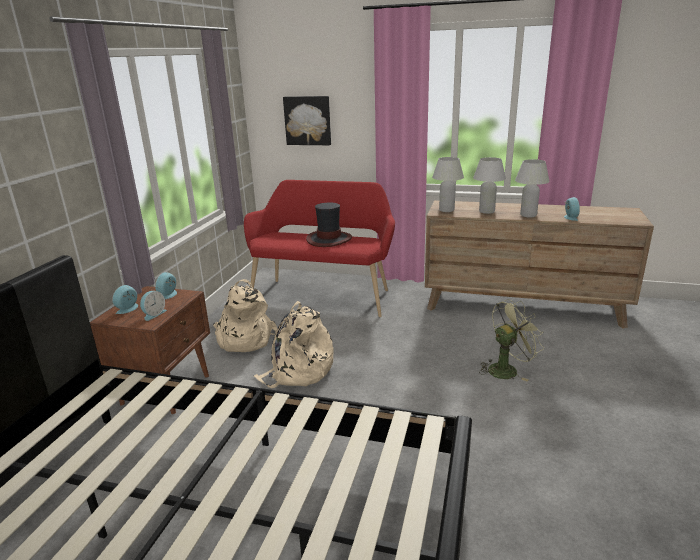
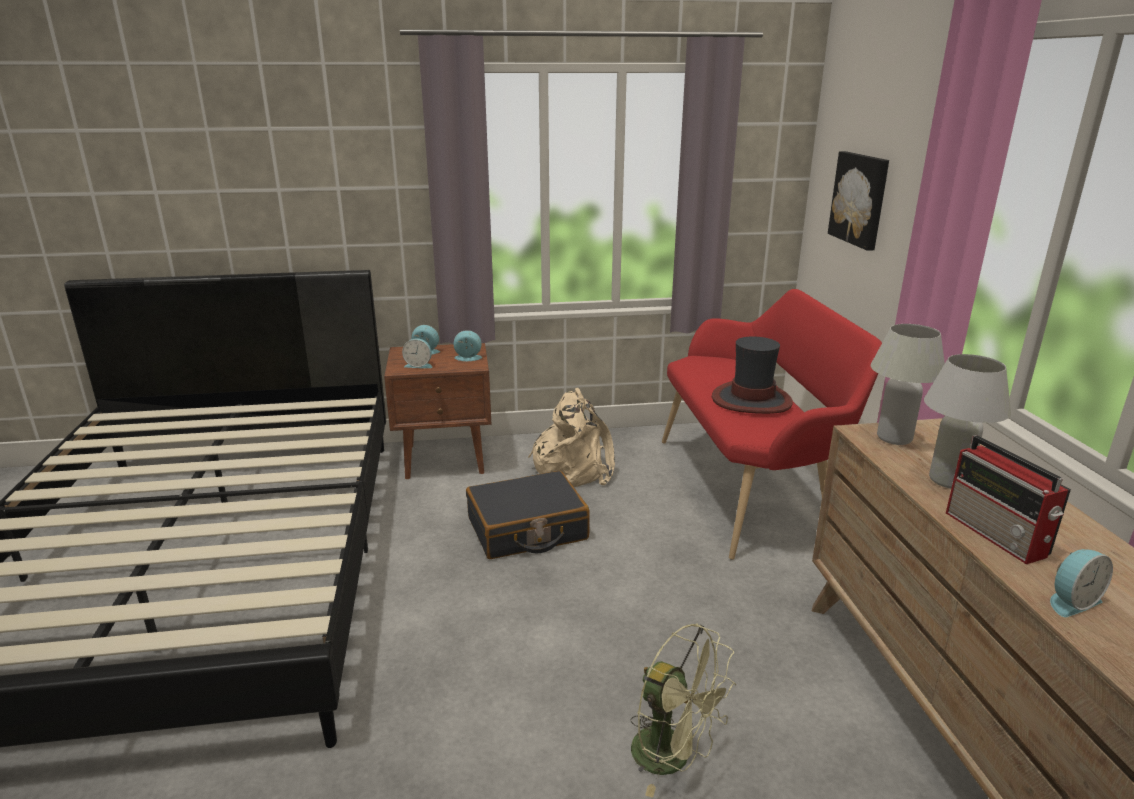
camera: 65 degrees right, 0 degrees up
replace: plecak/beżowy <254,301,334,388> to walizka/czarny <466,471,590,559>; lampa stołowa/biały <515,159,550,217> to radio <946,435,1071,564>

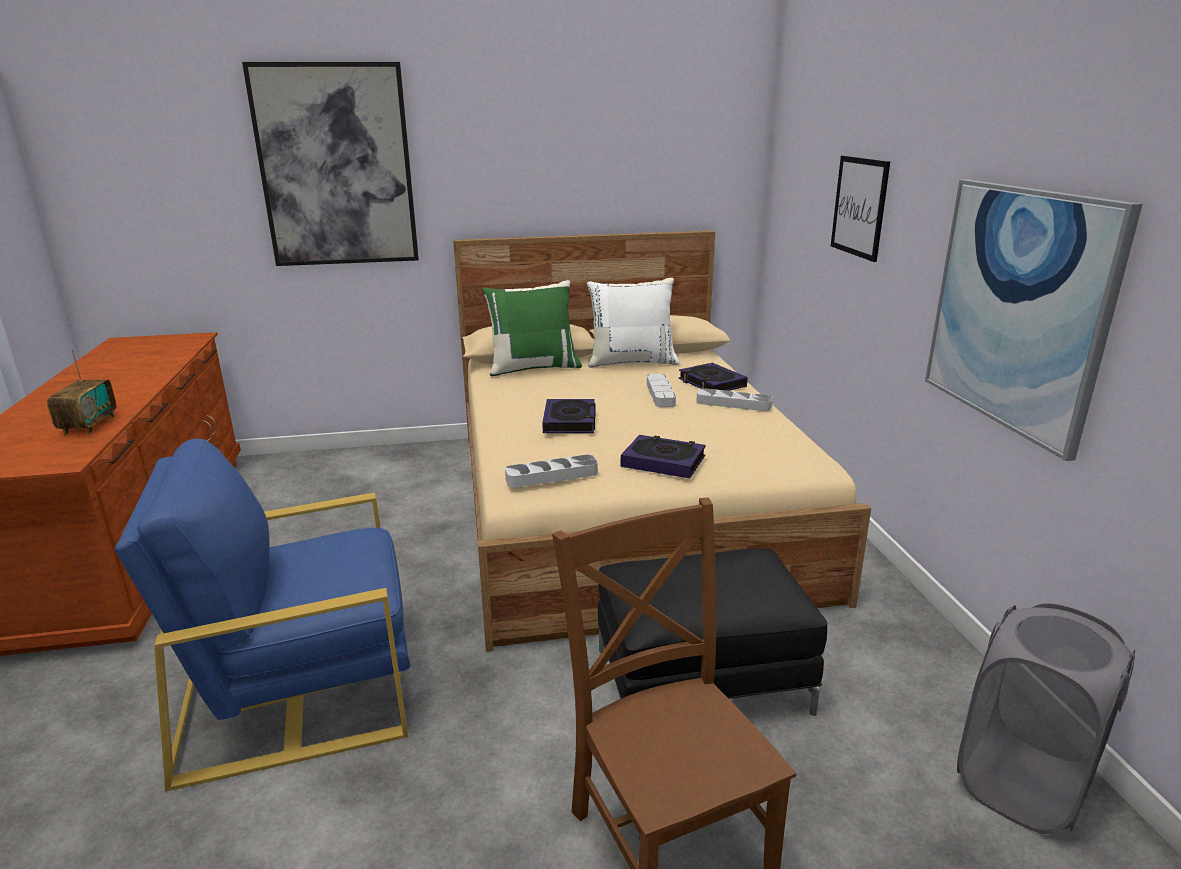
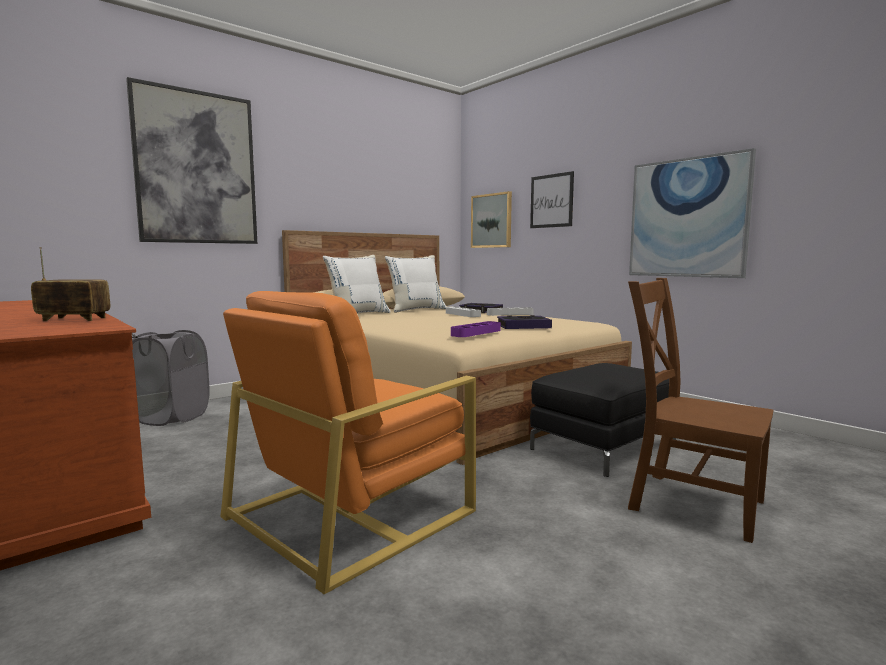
camera: 30 degrees left, 15 degrees down
delete: książka <542,399,595,433>
insert: obraz <471,191,512,248>
move: kosz na pranie/szary <957,603,1135,834> to <132,330,210,426>
recolor: fotel/niebieski <114,438,411,792> to fotel/pomarańczowy <220,291,476,594>; poduszka/zielony <482,280,582,377> to poduszka/biały <323,255,391,314>; taca/szary <505,455,598,488> to taca/fioletowy <451,321,501,337>
rotate: radio <47,350,117,435> = <31,247,110,321> 60 degrees counterclockwise

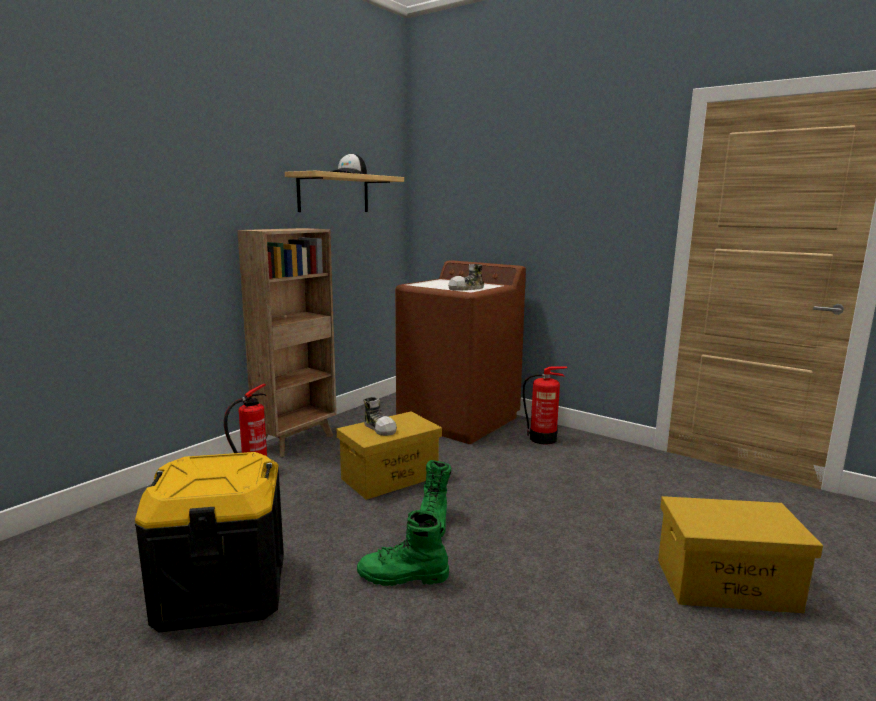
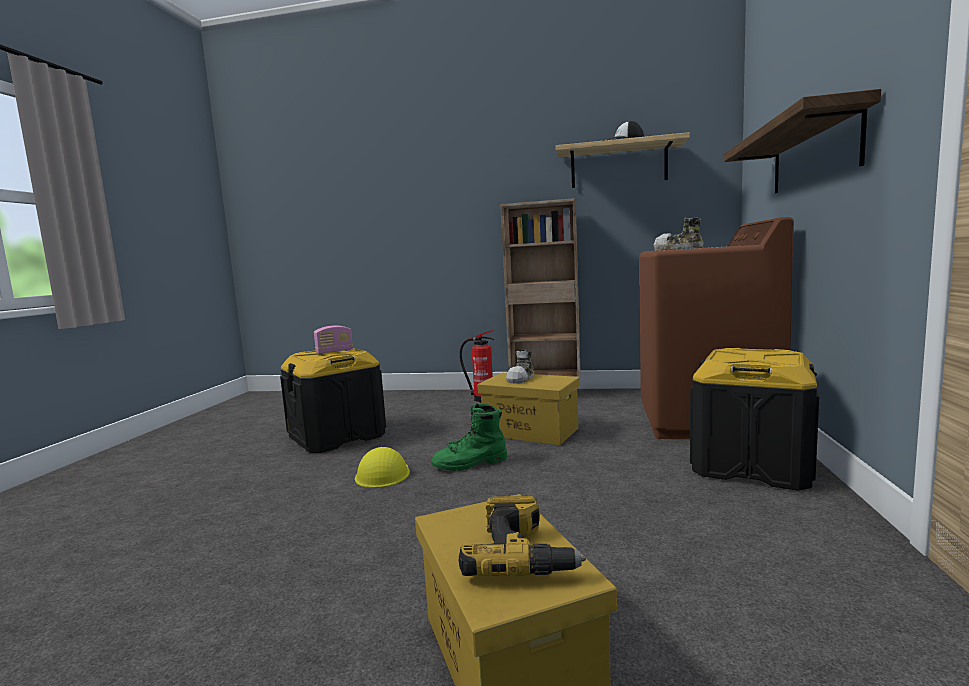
camera: 65 degrees right, 5 degrees down
insert: radio <314,326,353,354>; wiertarka <459,496,586,576>; półka <724,89,881,193>
replace: but z cholewką/zielony <357,510,449,586> to kask/żółty <355,447,410,488>; gaśnica <523,366,567,444> to pojemnik do przechowywania/czarny <690,348,819,491>

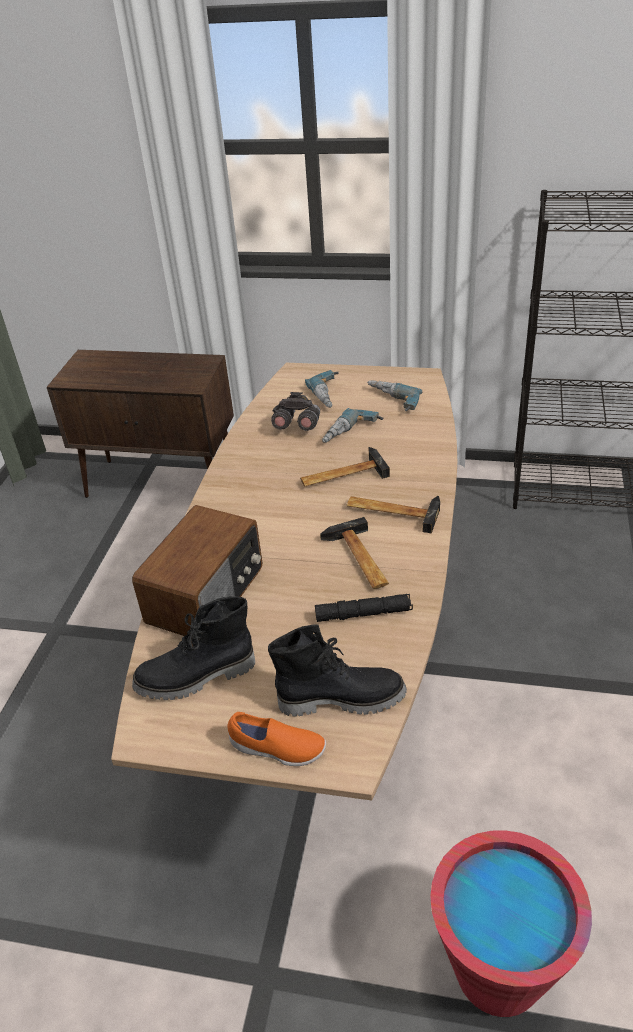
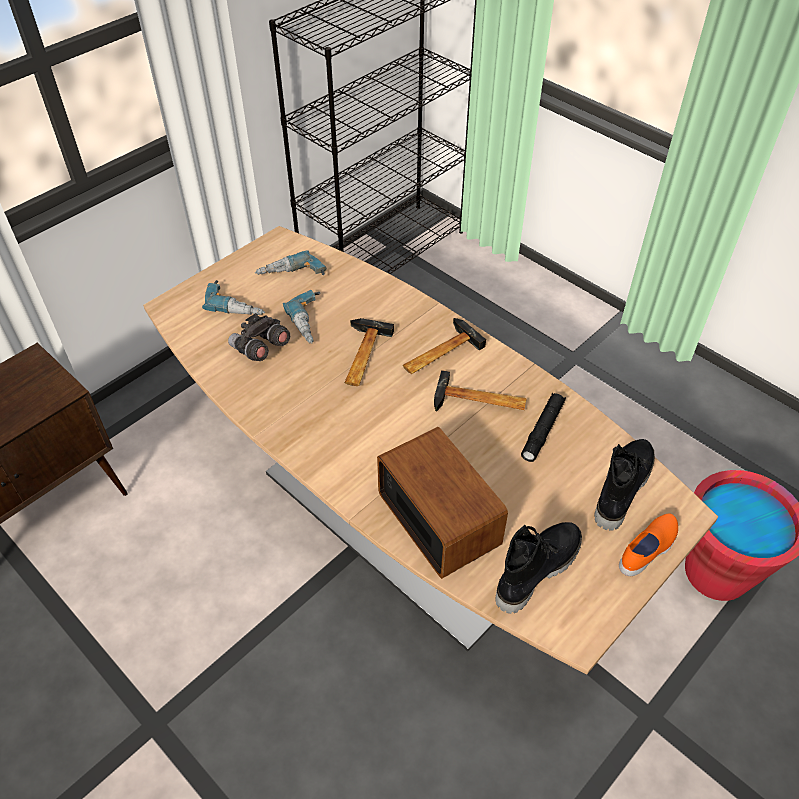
camera: 60 degrees left, 10 degrees up
rotate: but z cholewką/czarny <132,597,255,700> = <496,522,582,614> 150 degrees counterclockwise

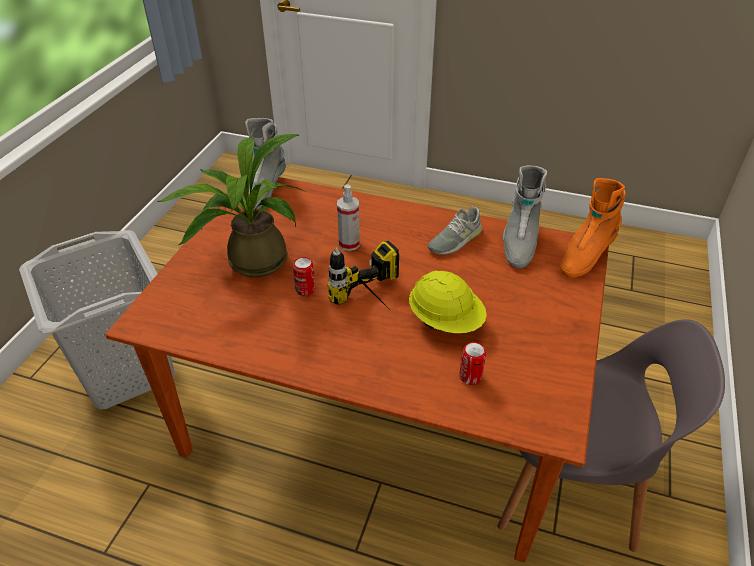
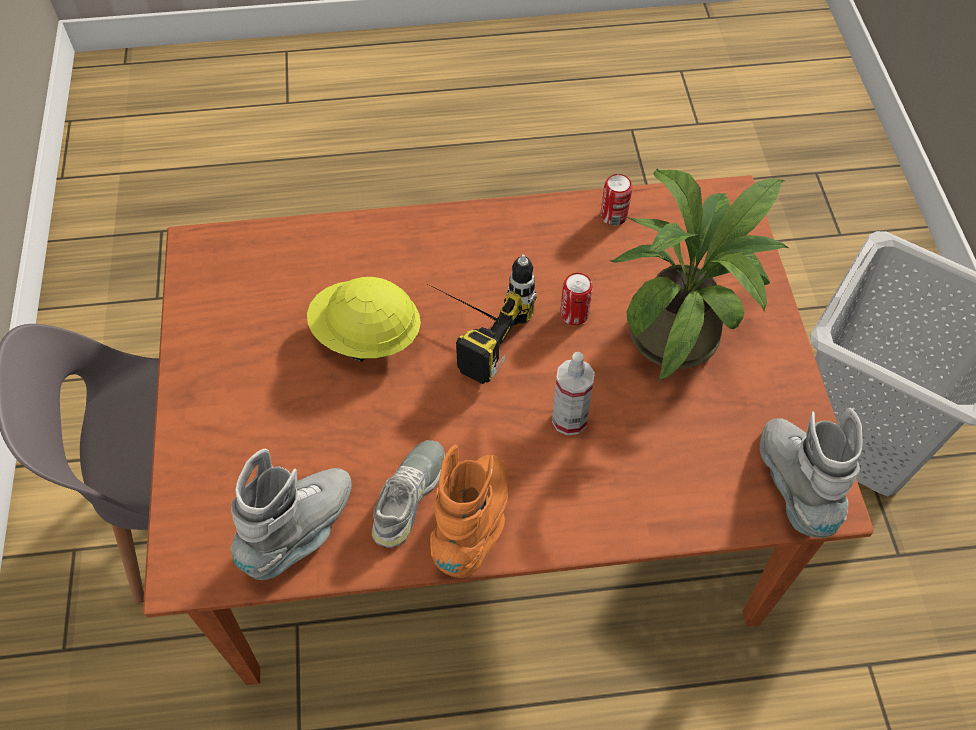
camera: 155 degrees right, 15 degrees up
move: puszka <459,342,486,385> to <601,174,632,226>; but z cholewką/pomarańczowy <560,178,626,278> to <430,445,508,578>
rotate: but z cholewką/szary <503,165,547,268> = <230,448,352,580> 45 degrees clockwise

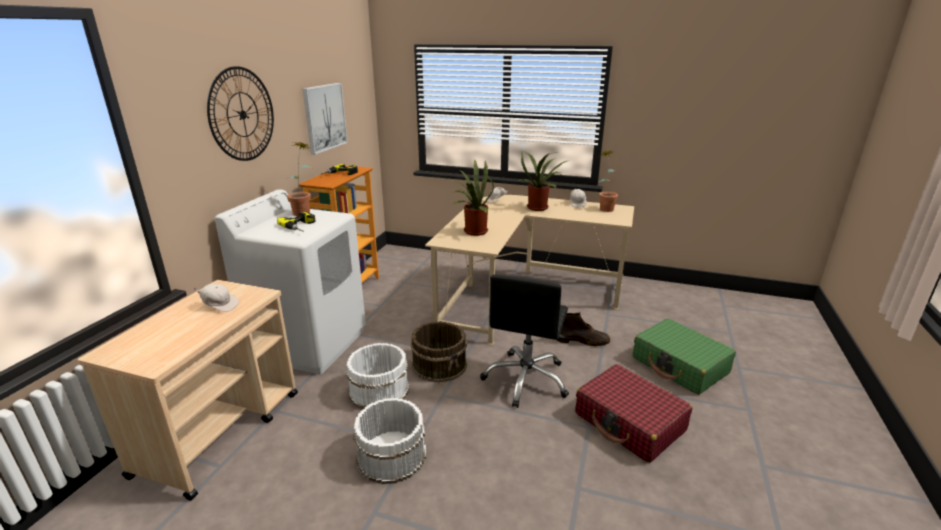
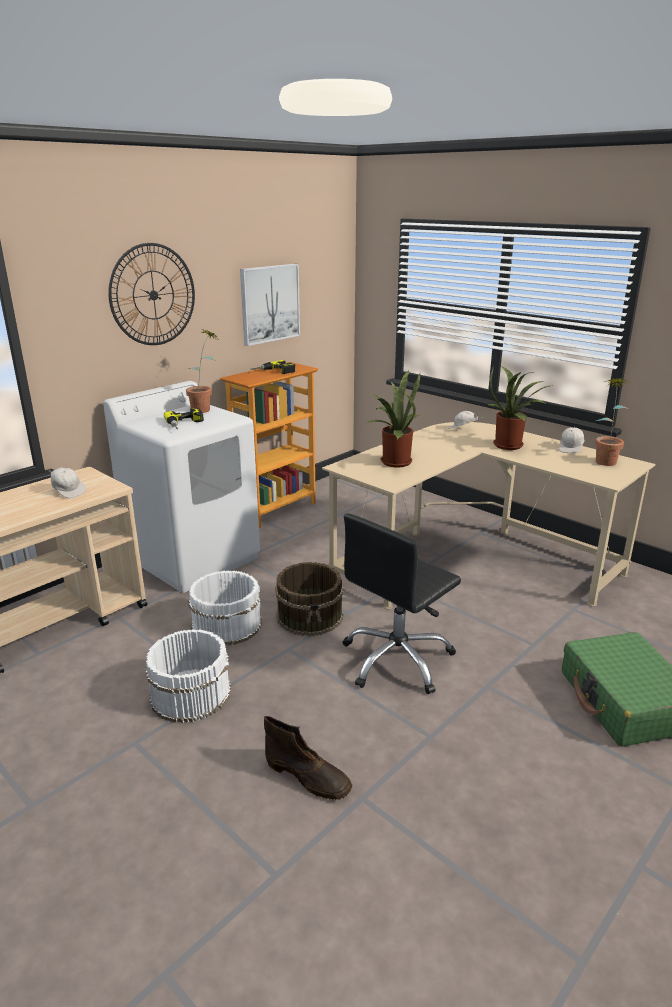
camera: 25 degrees right, 0 degrees up
delete: walizka/czerwony <575,364,692,463>
move: but z cholewką/brązowy <557,312,610,346> to <264,716,352,800>

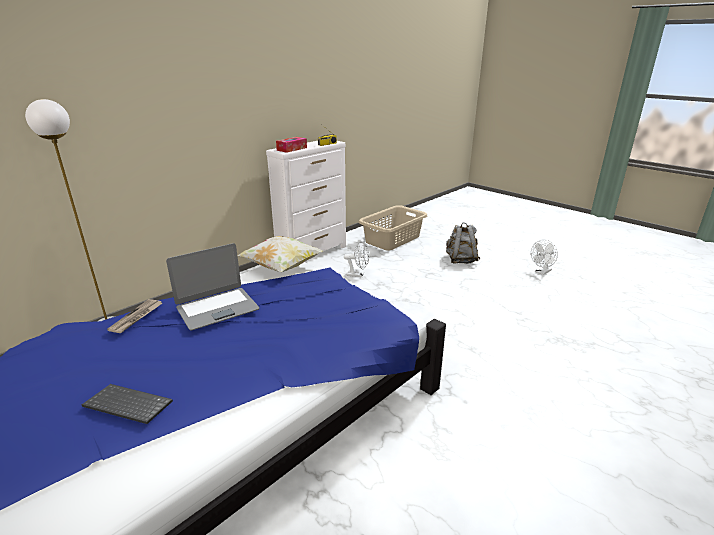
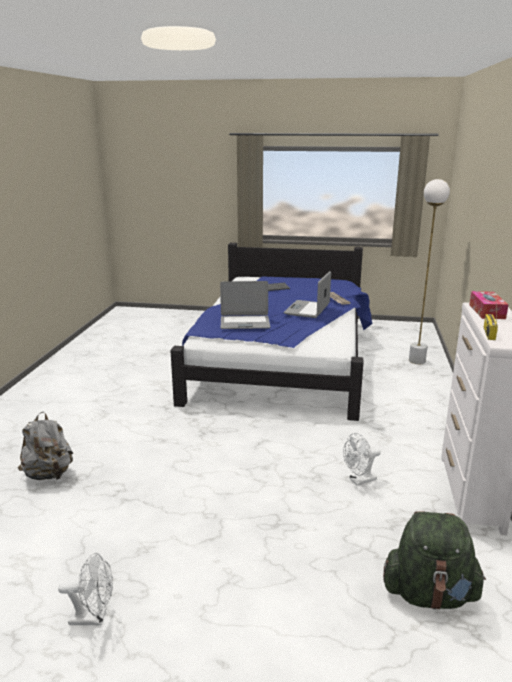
camera: 145 degrees right, 5 degrees down
delete: poduszka <237,236,323,272>
insert: laptop <220,281,270,329>
move: plecak/szary <446,222,480,264> to <18,412,73,480>
replace: kosz na pranie/beżowy <358,205,427,251> to plecak/zielony <383,512,486,610>
rotate: wentylator/biały <531,240,558,275> = <58,553,113,625> 75 degrees clockwise

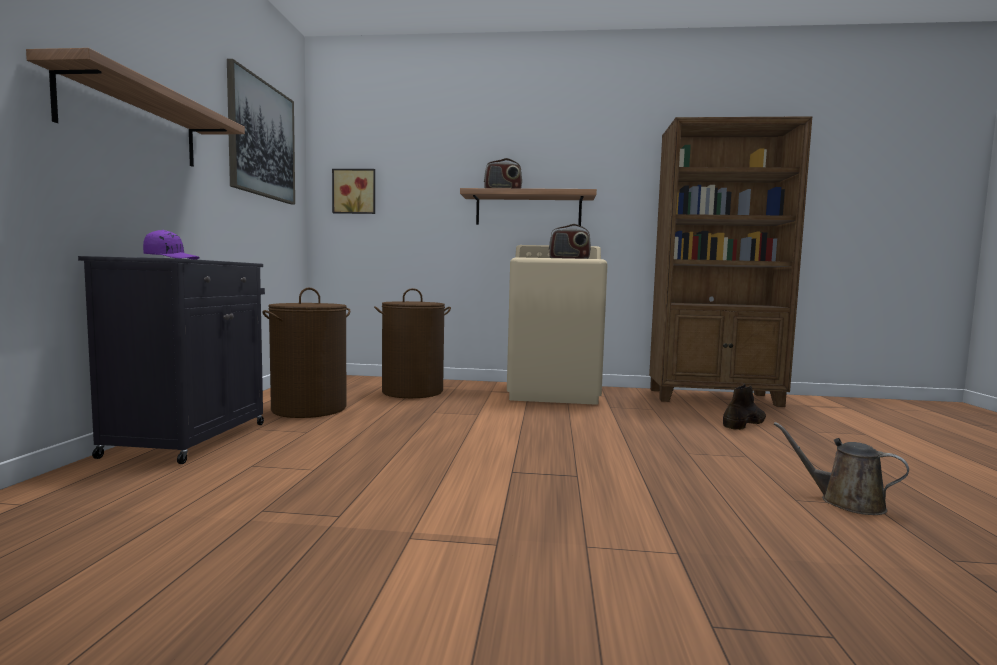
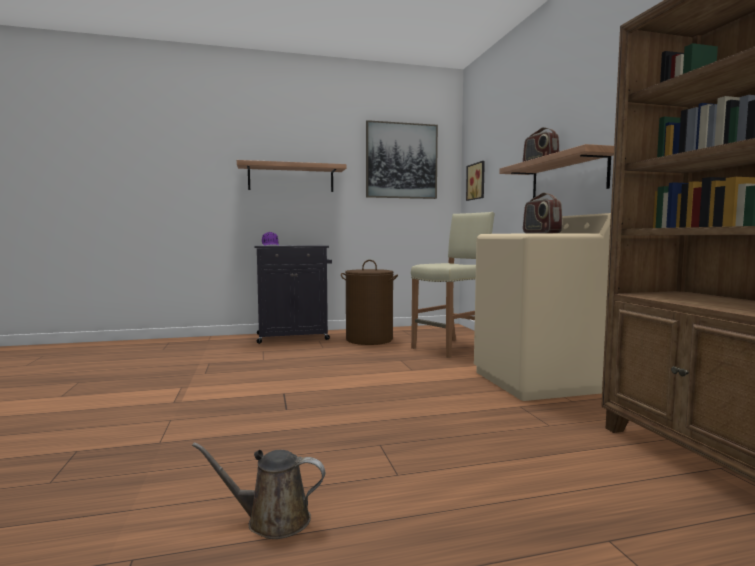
camera: 70 degrees right, 0 degrees up
delete: but z cholewką/brązowy <723,383,766,430>
replace: kosz na pranie/brązowy <374,288,451,398> to stołek/beżowy <411,212,495,358>
rotate: konewka/brązowy <774,422,909,515> = <192,442,325,539> 105 degrees counterclockwise

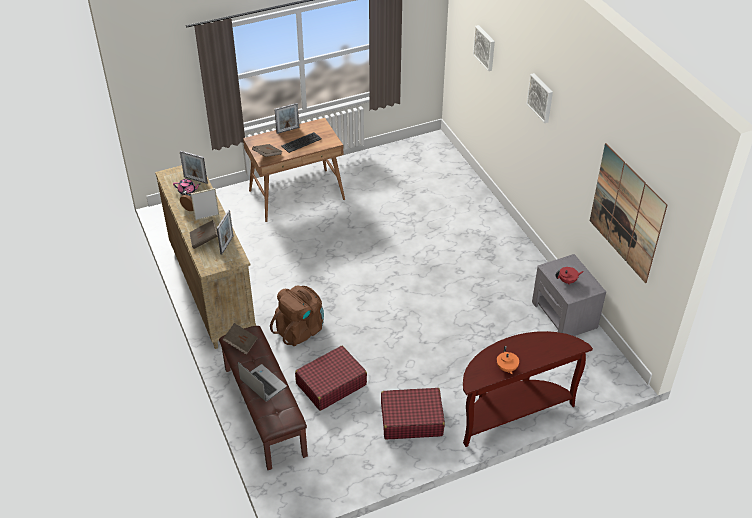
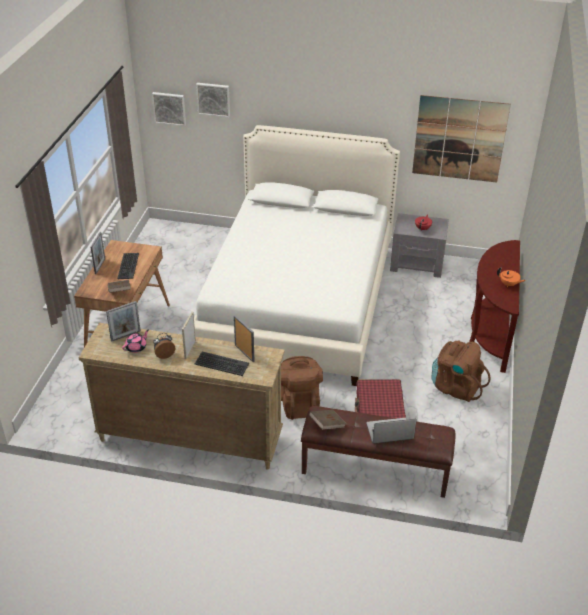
camera: 55 degrees left, 5 degrees down
insert: łóżko/biały <194,125,400,386>
move: obraz <527,73,553,123> to <152,92,186,126>
replace: książka/brązowy <189,220,218,249> to klawiatura <195,352,249,376>; walizka/czerwony <381,388,445,439> to plecak/brązowy <431,341,491,402>

